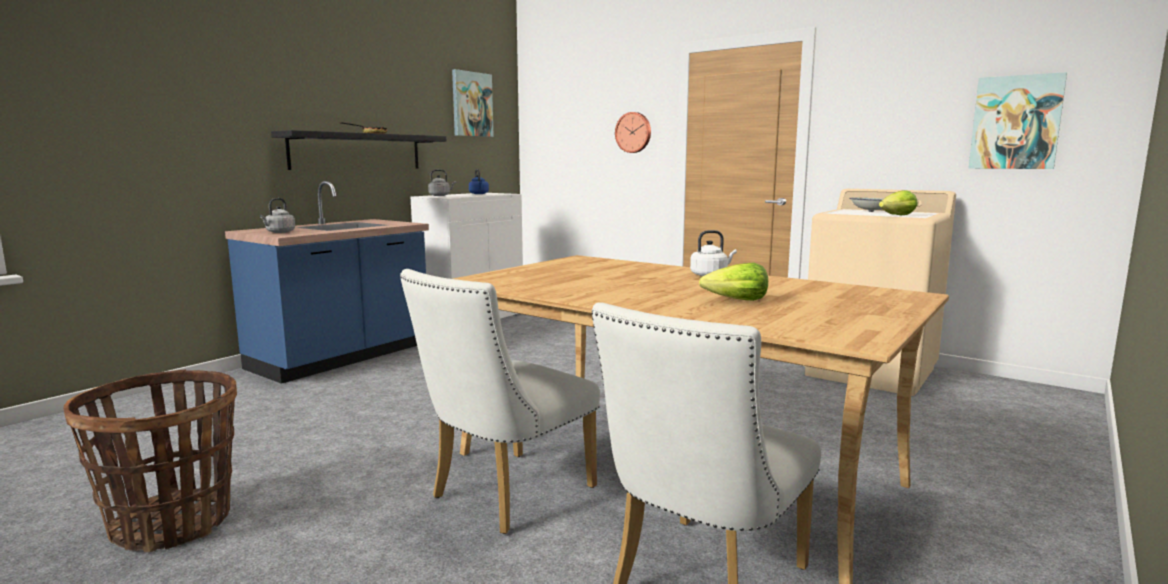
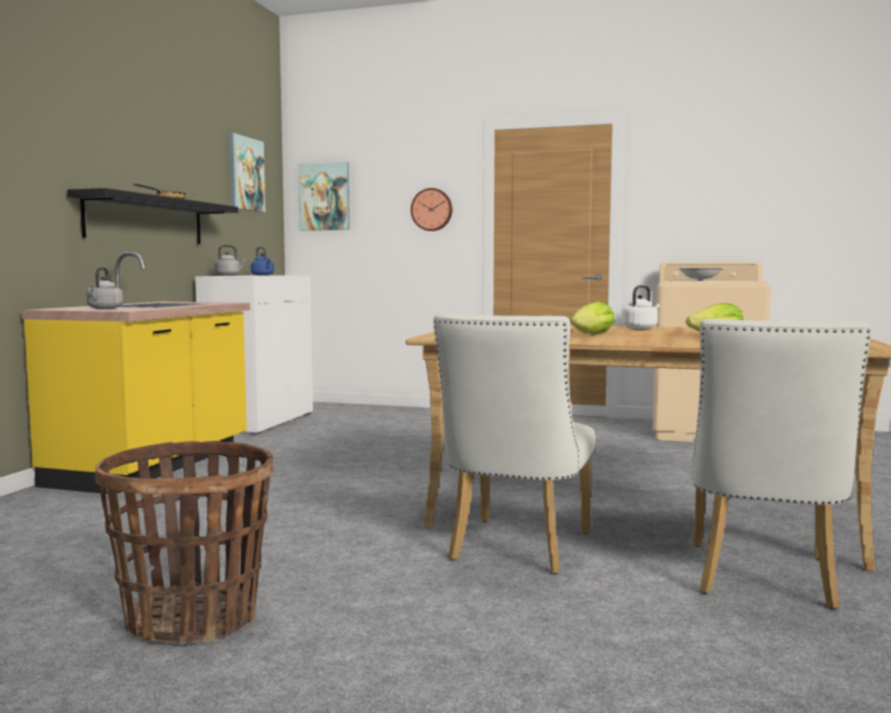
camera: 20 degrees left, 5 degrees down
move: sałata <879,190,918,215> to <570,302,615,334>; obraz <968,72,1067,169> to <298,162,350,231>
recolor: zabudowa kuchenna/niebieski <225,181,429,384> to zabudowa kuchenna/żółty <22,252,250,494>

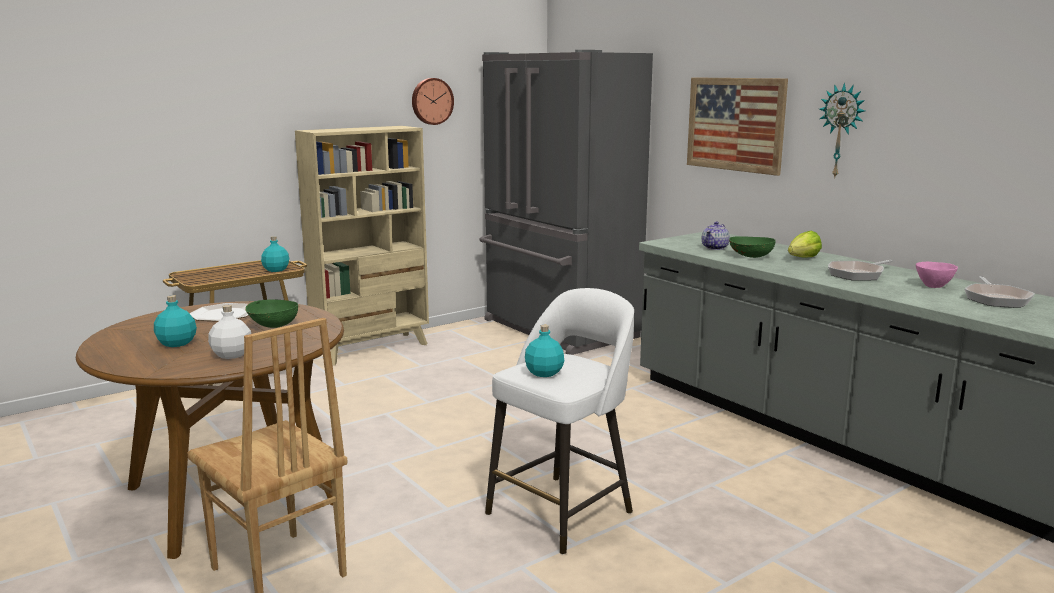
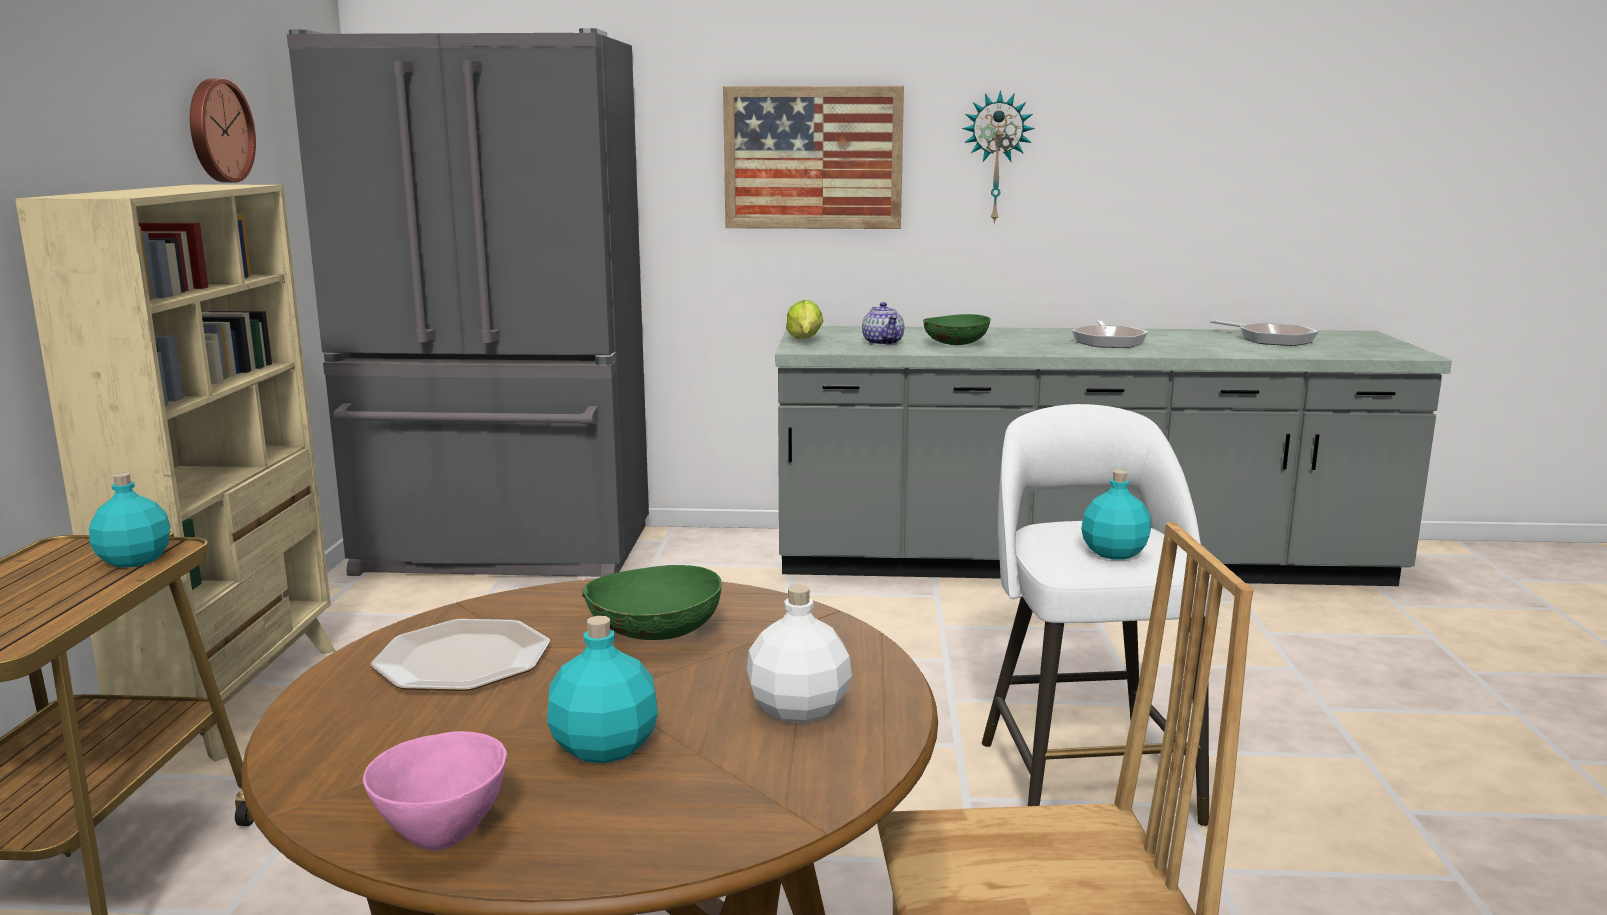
camera: 50 degrees left, 0 degrees up
move: sałata <788,231,822,258> to <786,300,823,339>; miska/różowy <916,262,958,288> to <363,731,507,850>

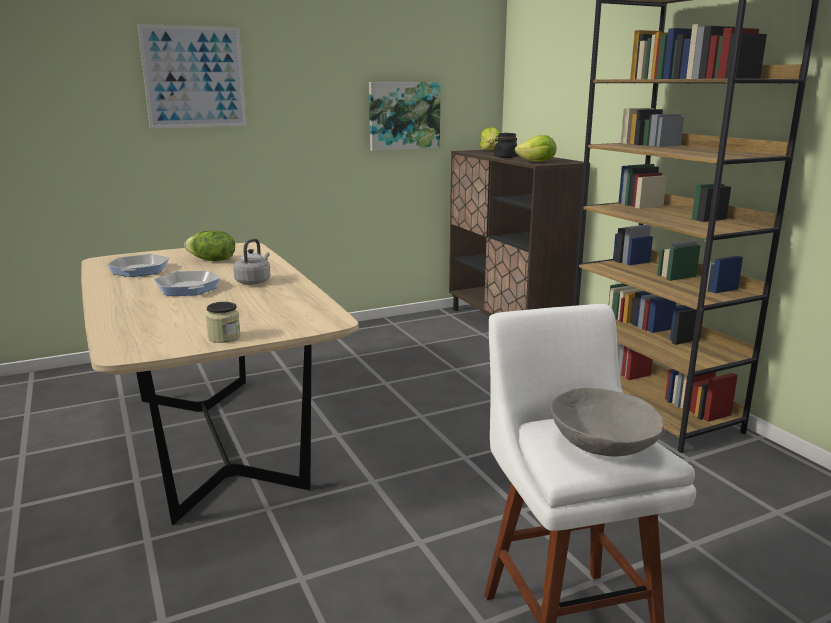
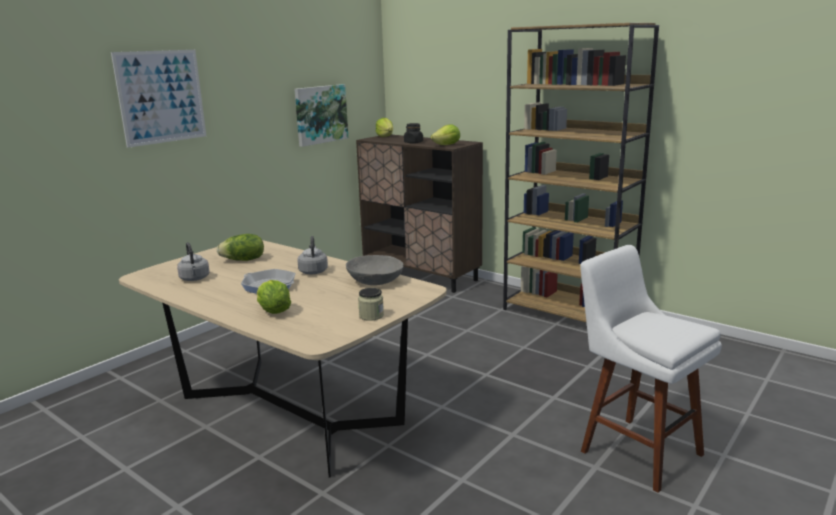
camera: 25 degrees left, 0 degrees up
insert: sałata <257,280,291,314>
move: miska/szary <551,388,664,456> to <346,255,403,285>
replace: patelnia <107,254,169,277> to czajnik/szary <177,242,210,281>

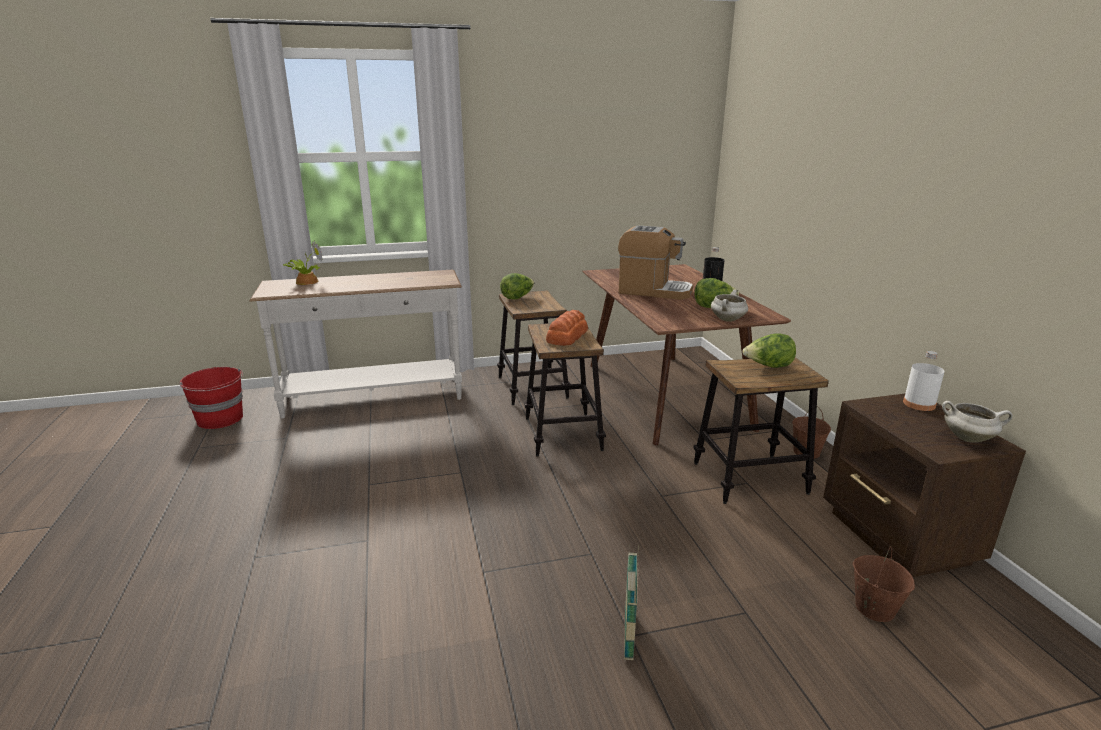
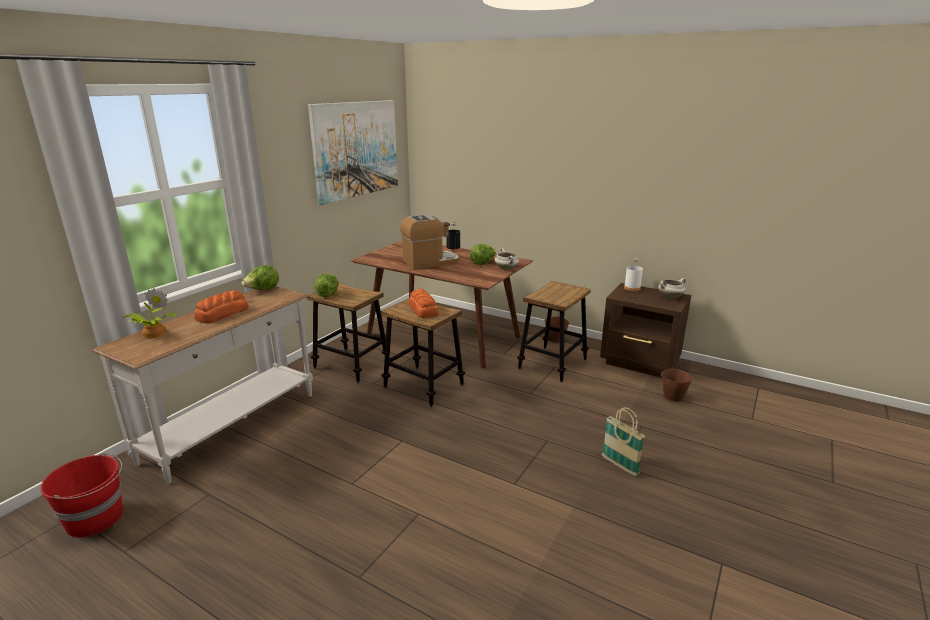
camera: 45 degrees left, 0 degrees up
insert: chleb <194,290,249,323>; obraz <308,100,398,205>
move: sałata <743,333,796,368> to <241,265,279,290>

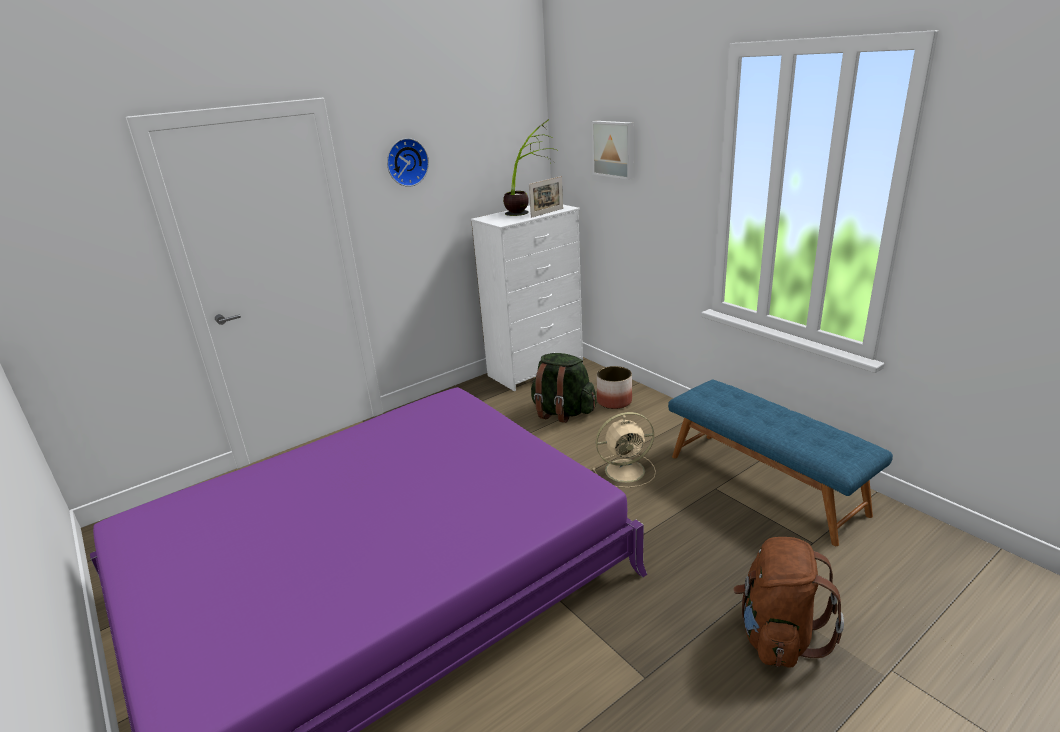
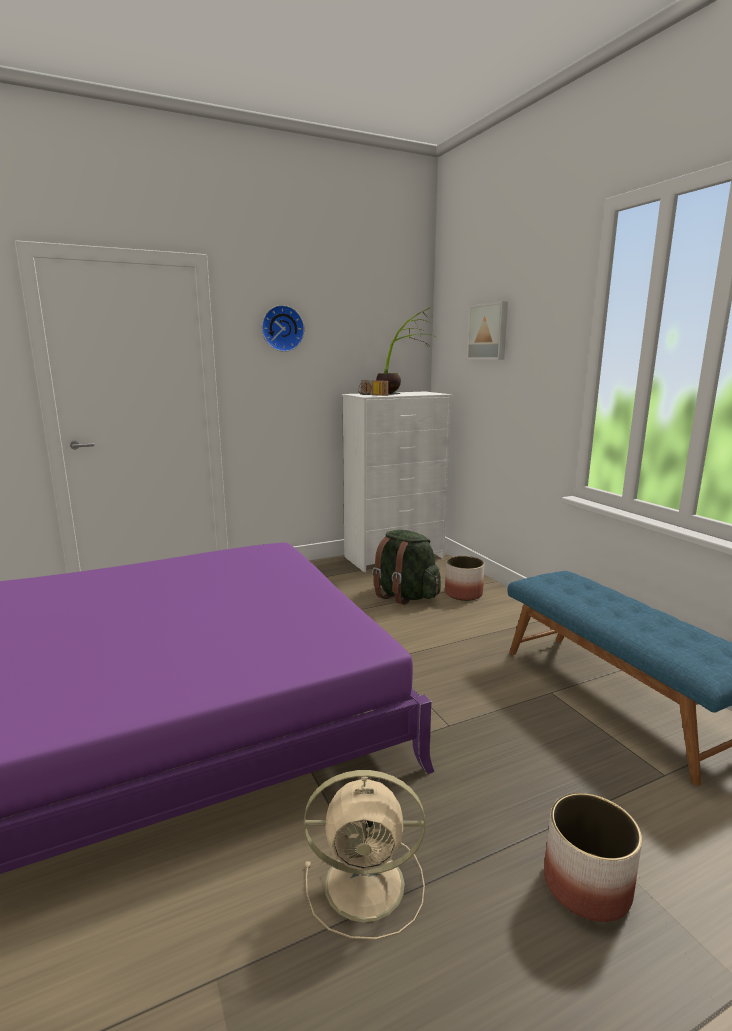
camera: 10 degrees right, 10 degrees down
delete: ramka na zdjęcie <529,176,563,218>
insert: radio <358,380,389,396>
move: wentylator/beżowy <593,412,656,488> to <303,770,425,940>
replace: plecak/brązowy <733,537,844,667> to donica <544,793,642,922>

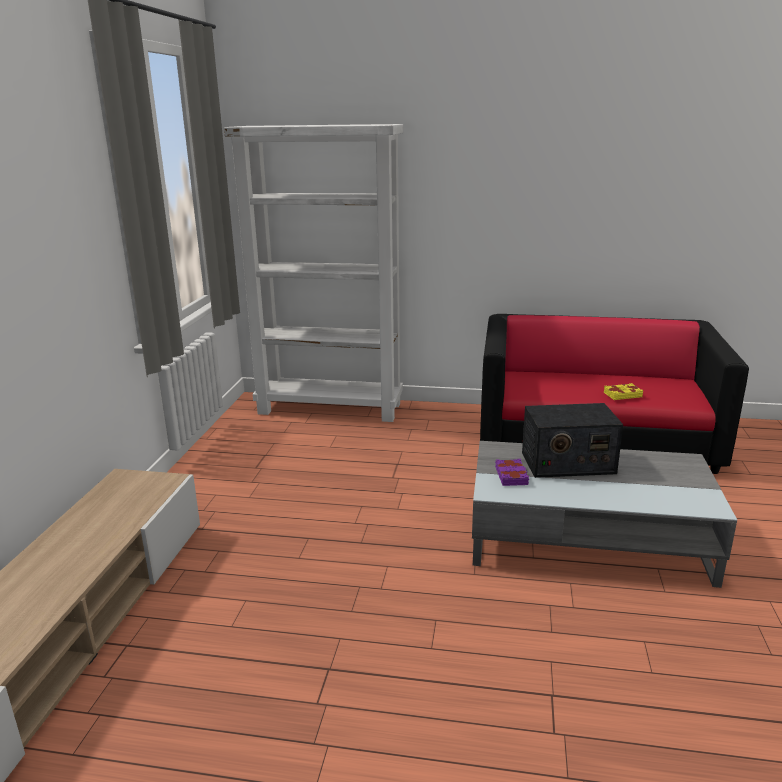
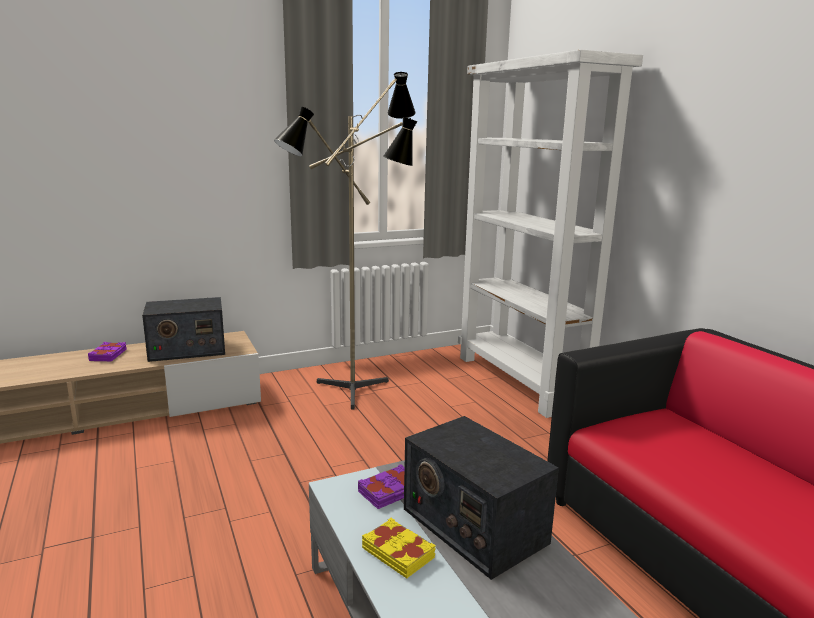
camera: 55 degrees right, 5 degrees down
insert: książka/fioletowy <88,342,127,361>; radio <142,297,225,362>; lampa stojąca <274,72,417,410>
move: książka/żółty <604,383,643,400> to <362,518,436,578>

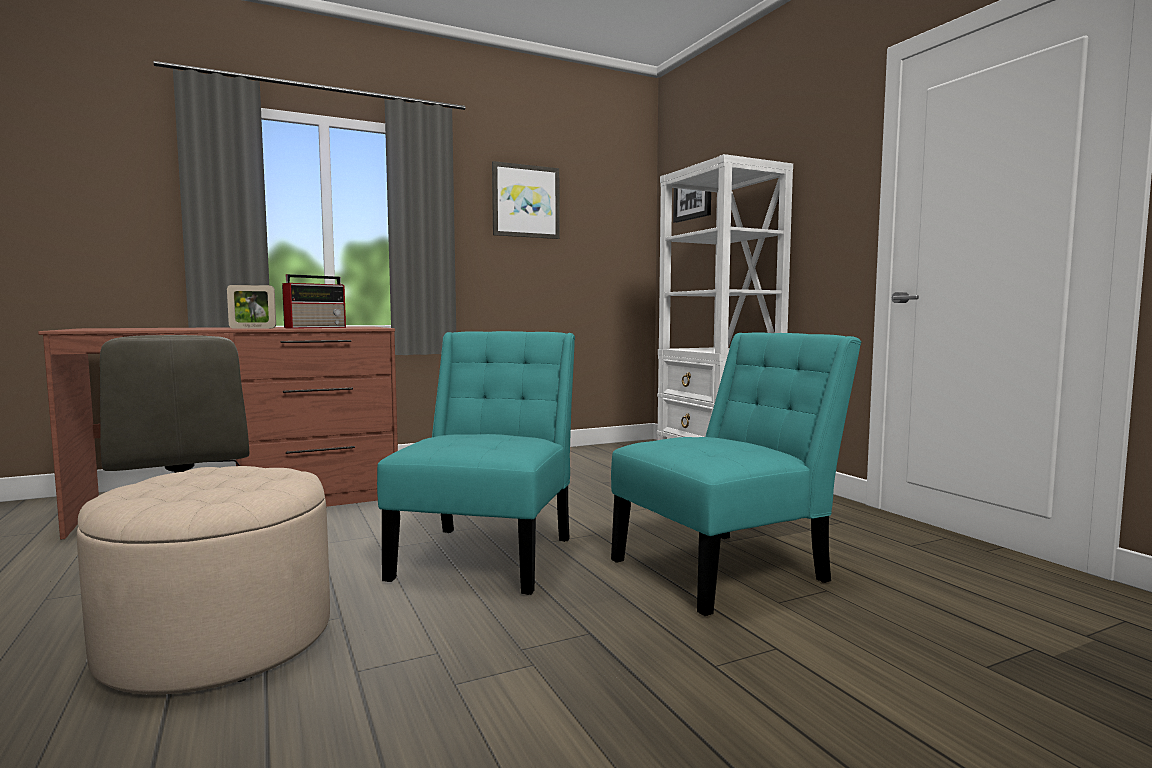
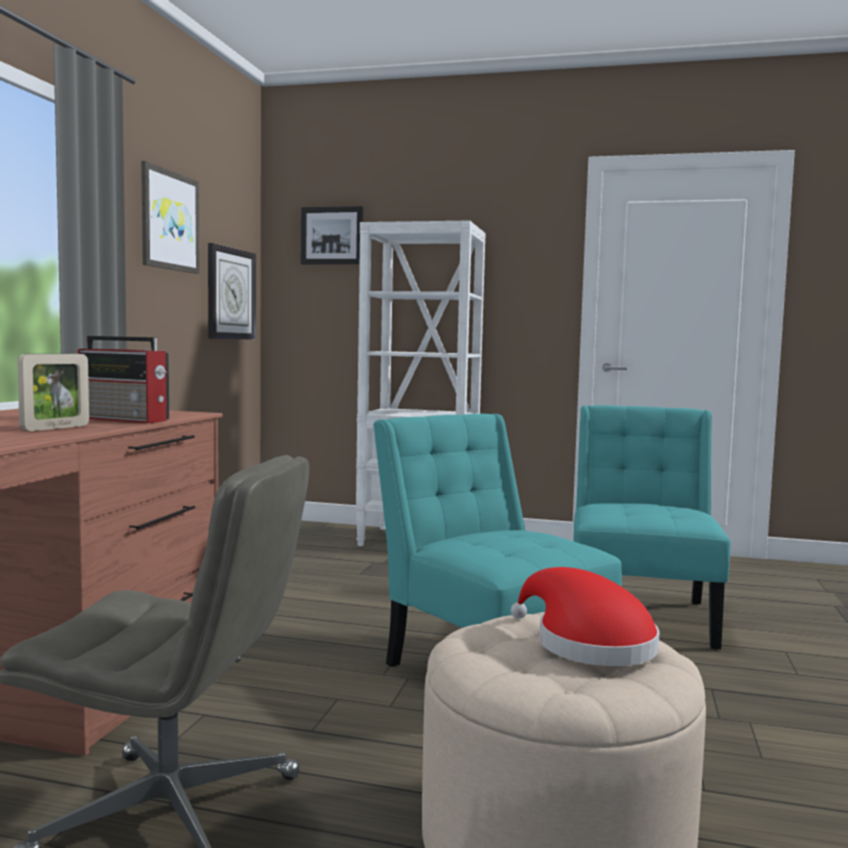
camera: 50 degrees left, 0 degrees up
insert: zegar ścienny <208,243,256,340>; kapelusz/czerwony <511,567,660,666>
rotate: radio <282,274,346,329> = <78,336,169,423> 120 degrees clockwise

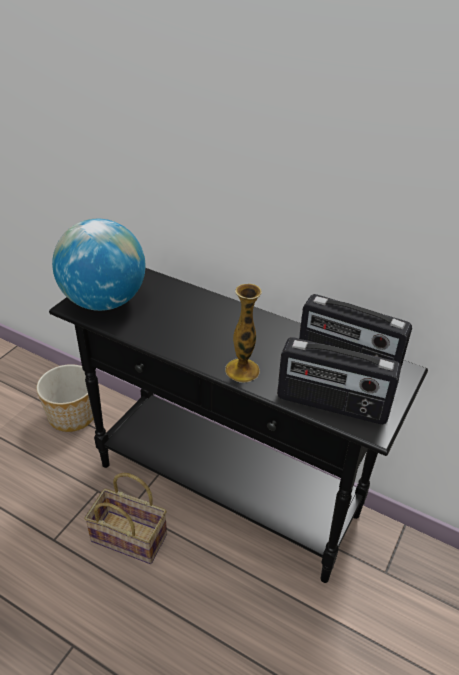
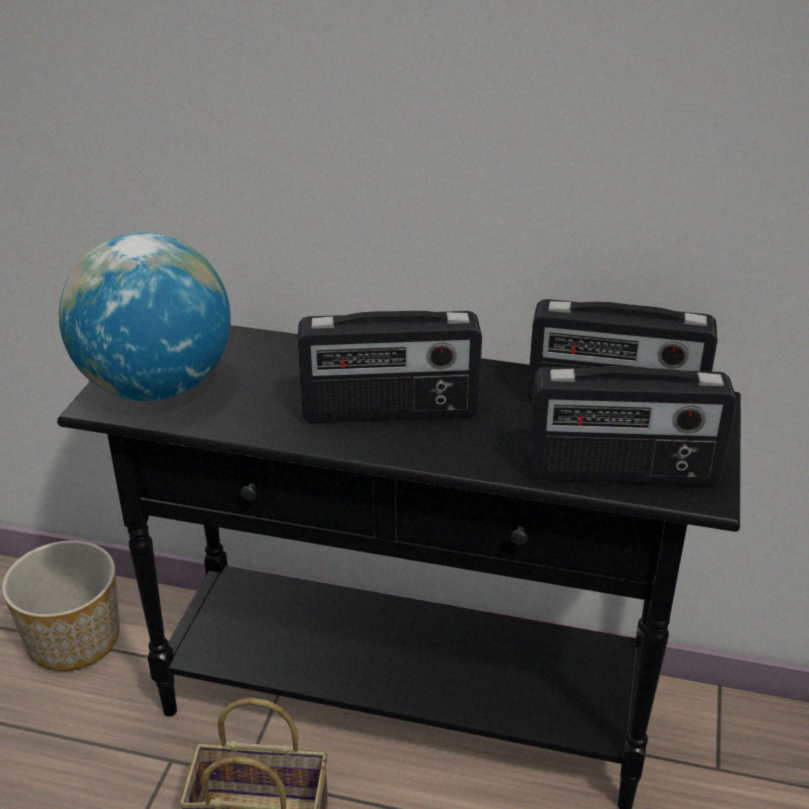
camera: 15 degrees left, 5 degrees down
delete: wazon <225,284,262,382>
insert: radio <298,311,482,423>

